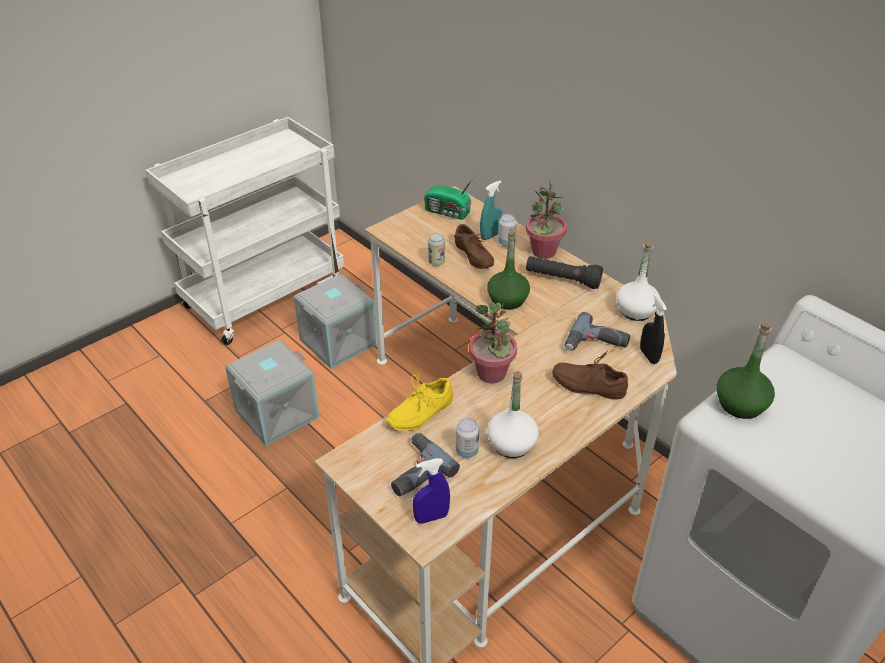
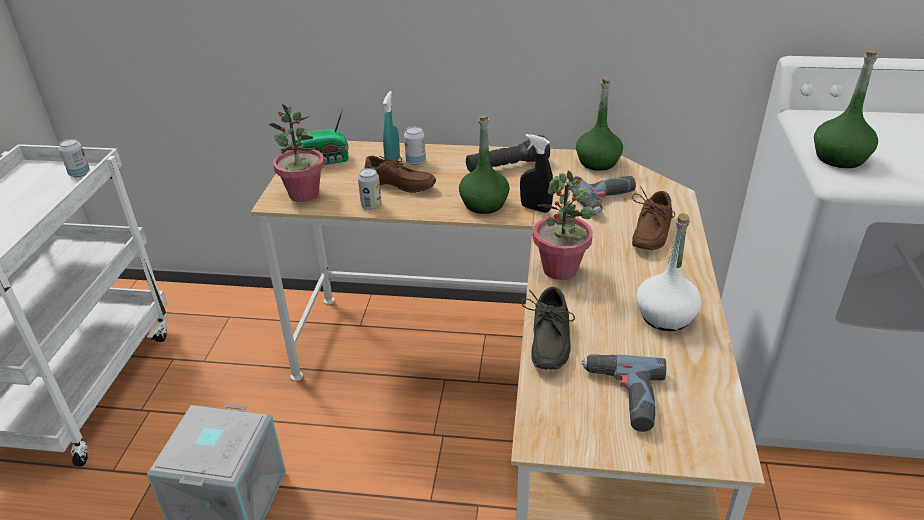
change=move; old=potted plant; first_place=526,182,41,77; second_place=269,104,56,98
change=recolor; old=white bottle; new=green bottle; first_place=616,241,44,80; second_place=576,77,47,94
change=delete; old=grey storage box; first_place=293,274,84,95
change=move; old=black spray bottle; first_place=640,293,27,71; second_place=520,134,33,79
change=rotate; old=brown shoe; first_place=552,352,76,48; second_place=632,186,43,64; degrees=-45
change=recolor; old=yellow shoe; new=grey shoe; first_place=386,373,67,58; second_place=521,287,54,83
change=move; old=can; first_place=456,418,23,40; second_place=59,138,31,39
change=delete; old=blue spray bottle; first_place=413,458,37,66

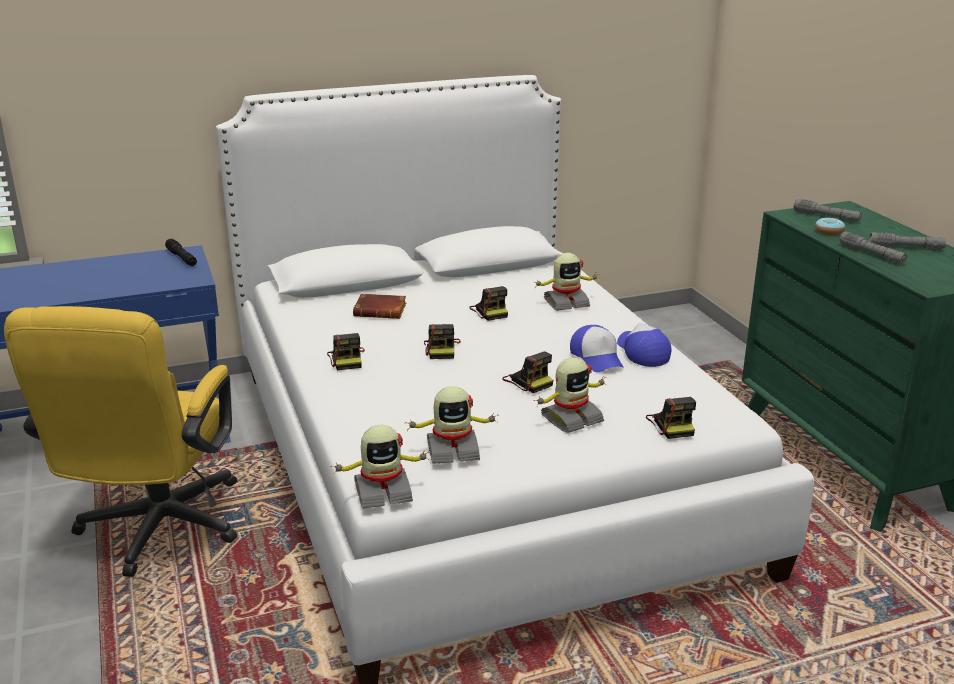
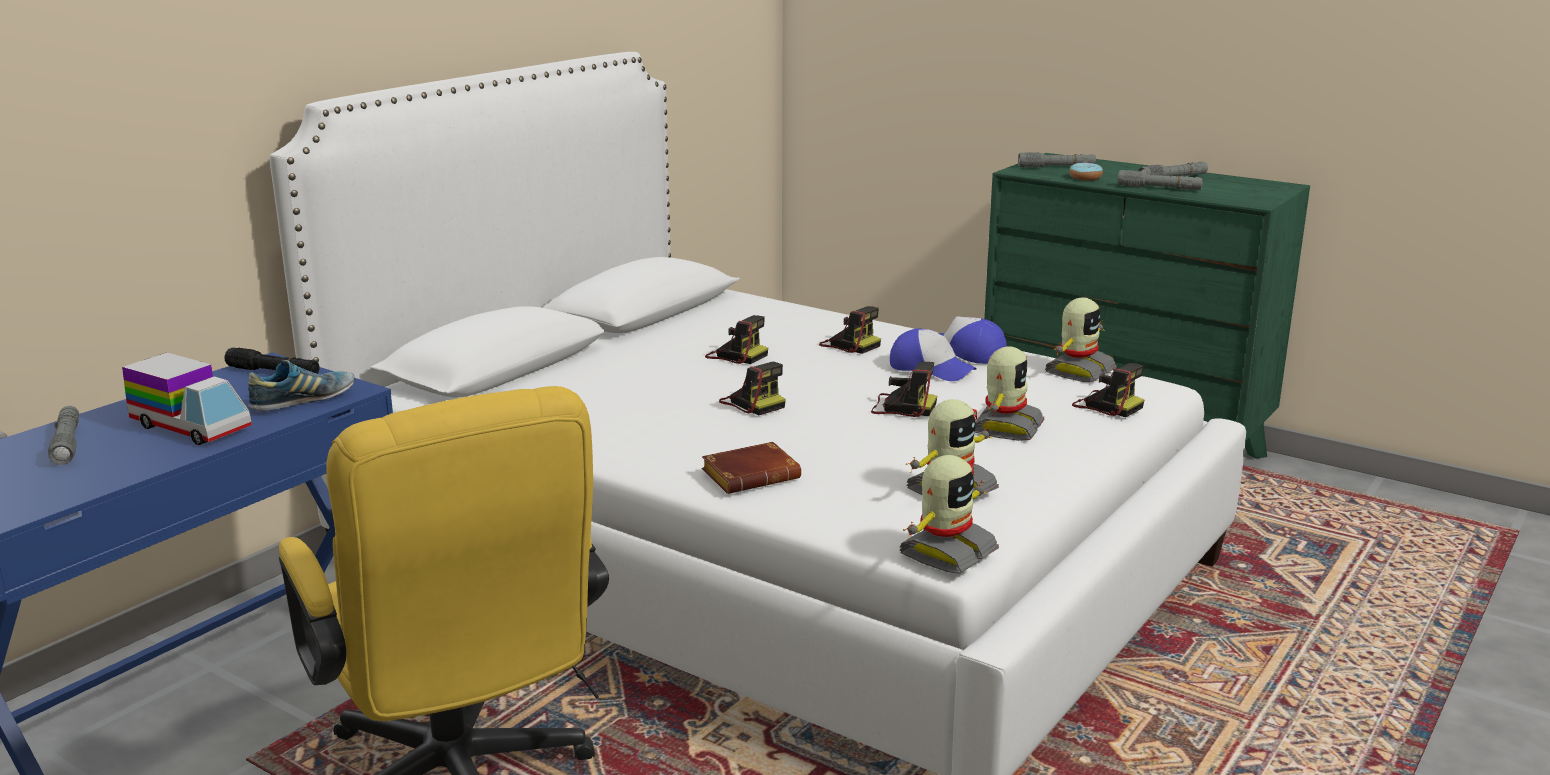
change=move; old=toy robot; first_place=533,253,66,58; second_place=1045,297,72,85
change=move; old=brown book; first_place=353,294,53,25; second_place=702,442,99,52
change=move; old=photo camera; first_place=327,333,38,37; second_place=819,306,62,48
change=insert; new=toy truck; second_place=122,353,130,92
change=insert; new=shoe; second_place=248,360,106,52
change=insert; new=grey flashlight; second_place=48,406,31,59

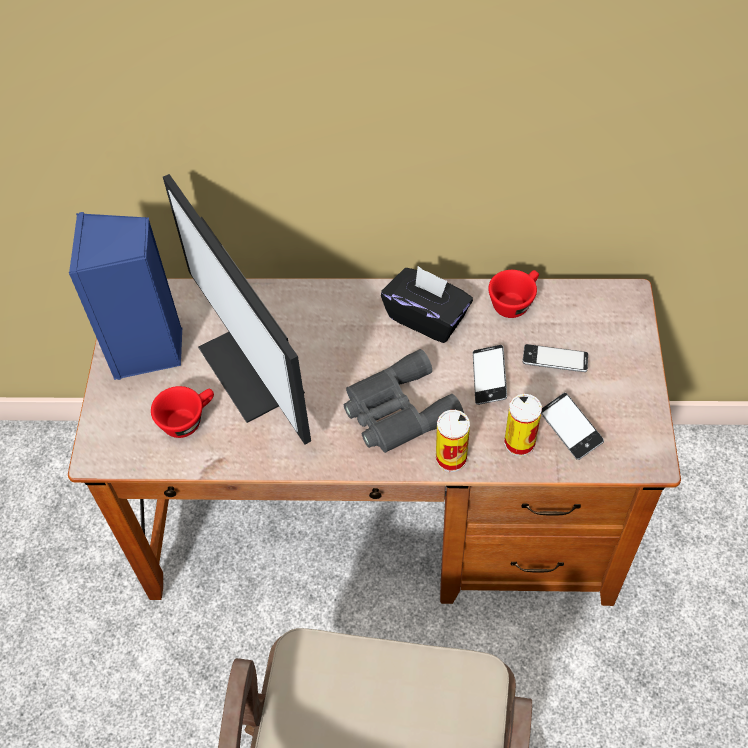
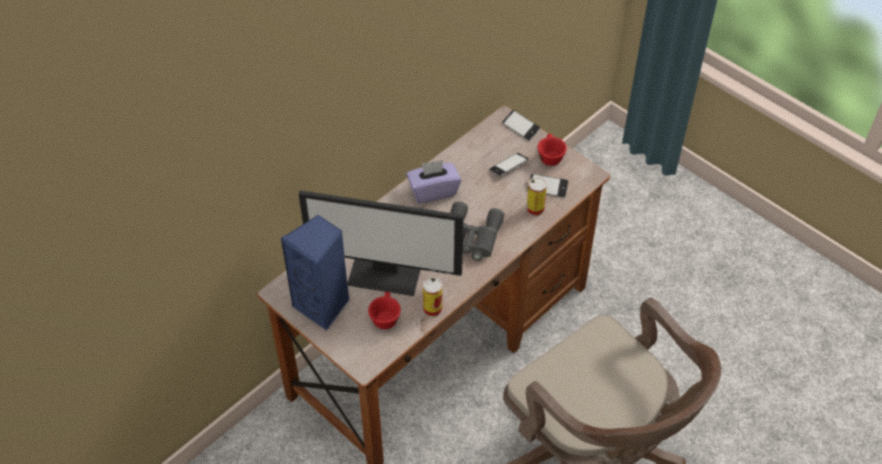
change=recolor; old=black tissue box; new=purple tissue box; first_place=381,266,92,77; second_place=406,160,55,43
change=move; old=red cup; first_place=488,270,51,48; second_place=538,134,29,32
change=move; old=phone; first_place=473,345,34,60; second_place=502,110,38,31
change=move; old=can; first_place=436,410,34,62; second_place=423,277,19,40

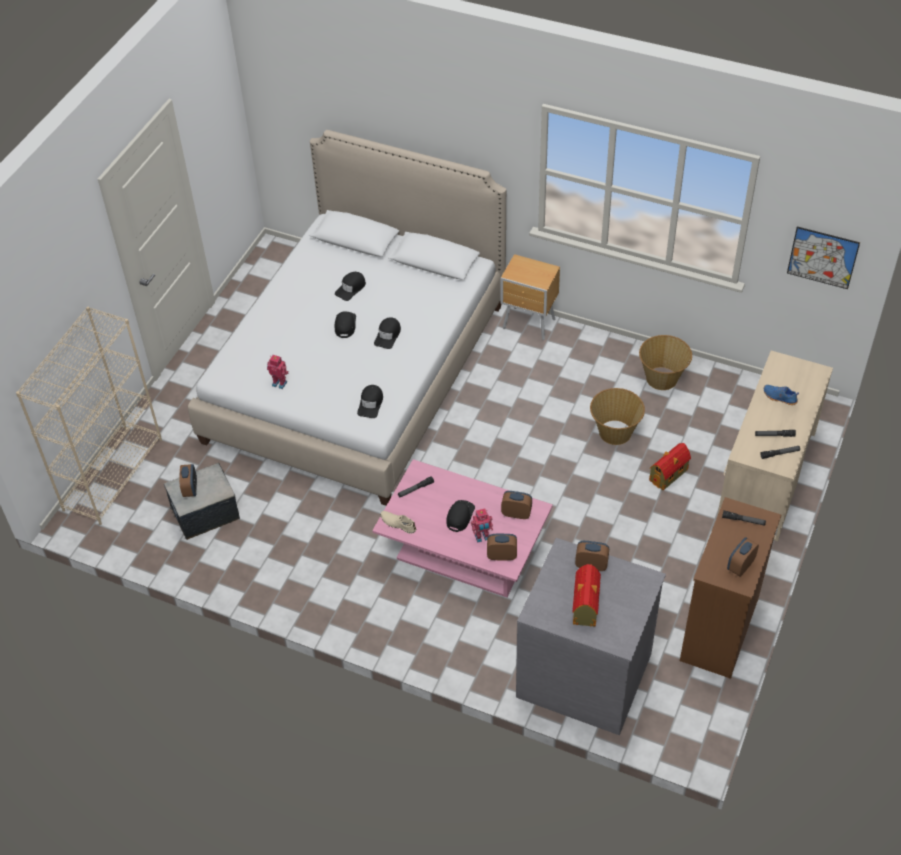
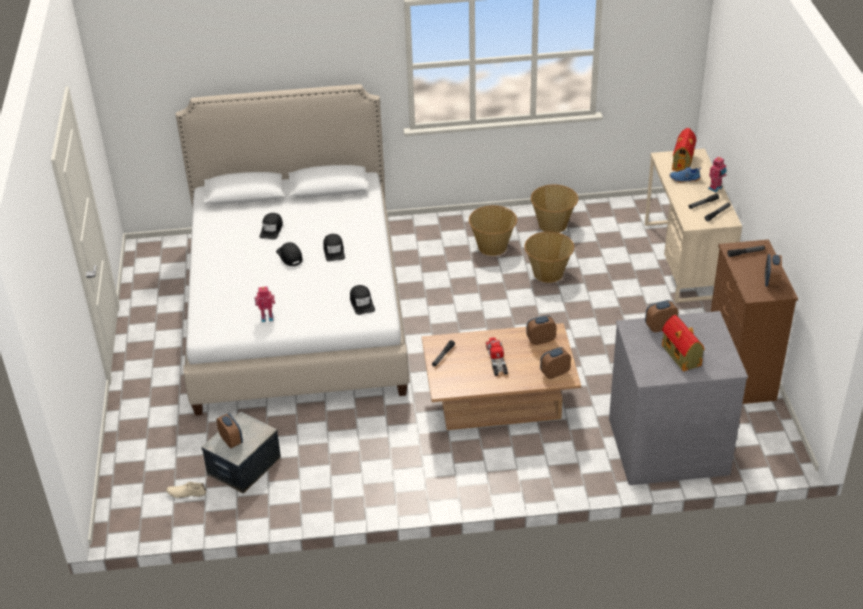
change=delete; old=picture; first_place=787,227,73,62
change=delete; old=brown nightstand; first_place=500,254,60,86
change=delete; old=beige bookcase; first_place=16,307,146,218
change=move; old=toy house; first_place=649,443,42,47; second_place=672,128,24,43
change=recolor; old=pink coffee table; new=brown coffee table; first_place=372,459,181,138; second_place=422,323,159,107
change=replace; old=black cap; new=toy truck; first_place=446,500,29,32; second_place=486,337,22,39
change=move; old=toy robot; first_place=471,508,22,35; second_place=708,157,19,35
change=move; old=beige shoe; first_place=380,511,36,23; second_place=166,482,40,16
change=insert; new=basket; second_place=469,205,48,51

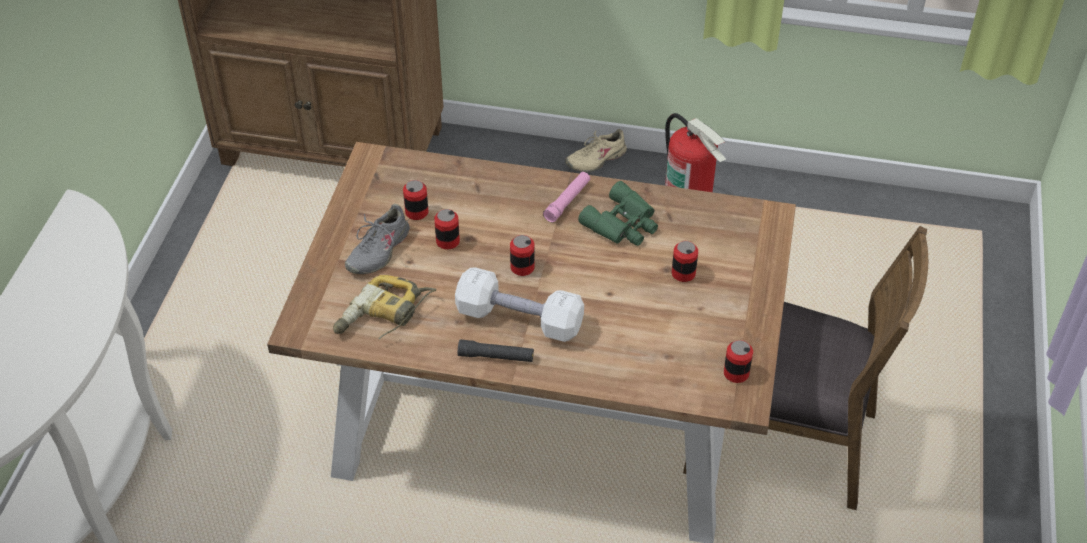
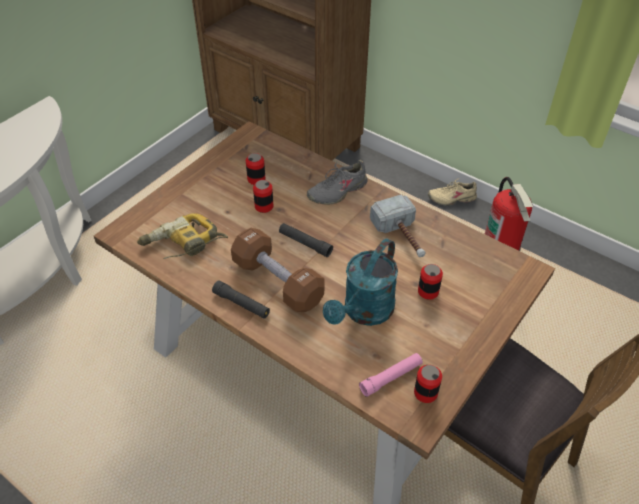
change=move; old=pink flashlight; first_place=543,172,47,50; second_place=359,353,64,44
change=replace; old=green binoculars; new=hammer; first_place=578,181,80,65; second_place=370,195,56,62
change=move; old=grey shoe; first_place=345,204,65,70; second_place=307,160,61,45
change=replace; old=can; new=black flashlight; first_place=510,235,25,41; second_place=279,223,54,34
change=recolor; old=white dumbbell; new=brown dumbbell; first_place=455,268,129,74; second_place=231,228,94,84
change=insert; new=turquoise watering can; second_place=323,239,75,87

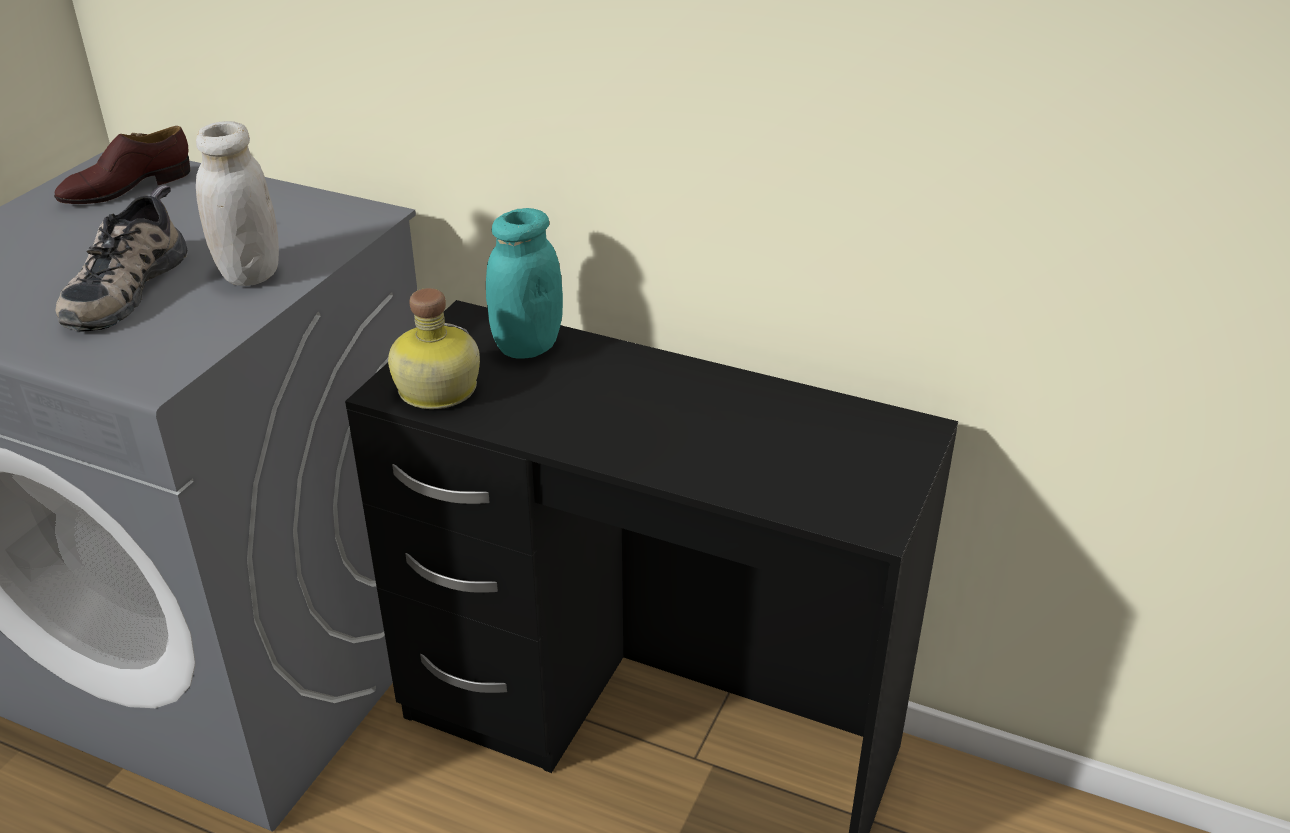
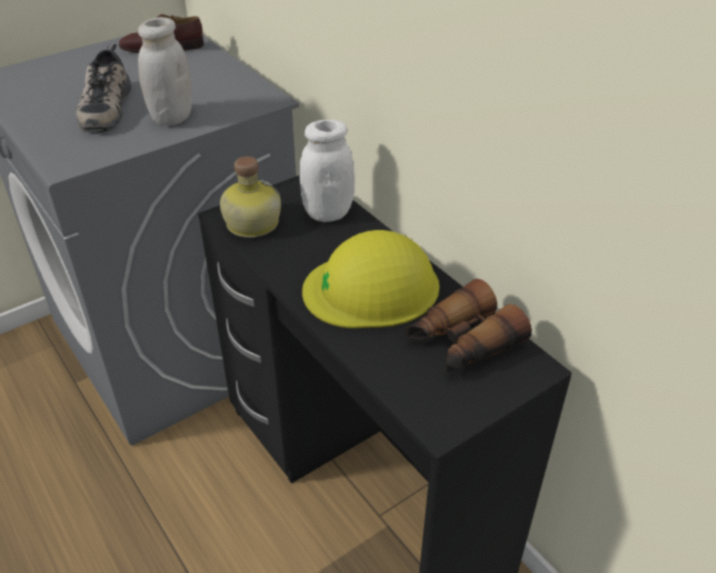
change=rotate; old=shoe; first_place=56,185,132,146; second_place=76,43,56,90; degrees=-45
change=recolor; old=turquoise jar; new=white jar; first_place=486,208,77,151; second_place=299,119,56,103
change=insert; new=yellow hard hat; second_place=302,230,138,98
change=insert; new=binoculars; second_place=406,279,126,94

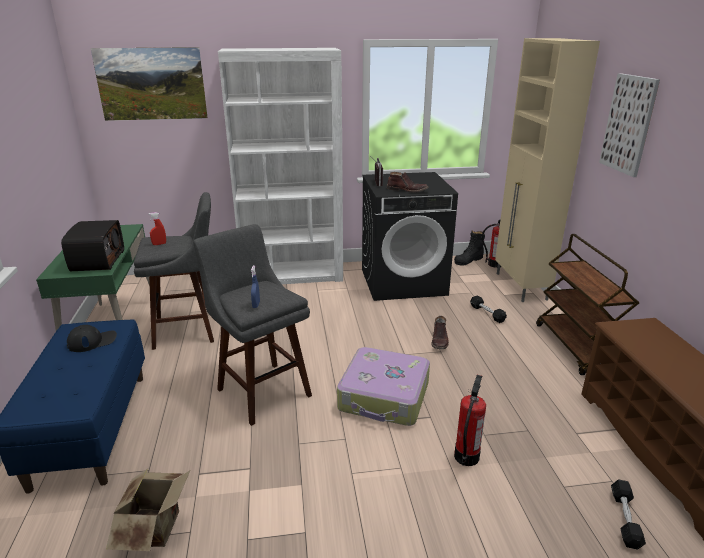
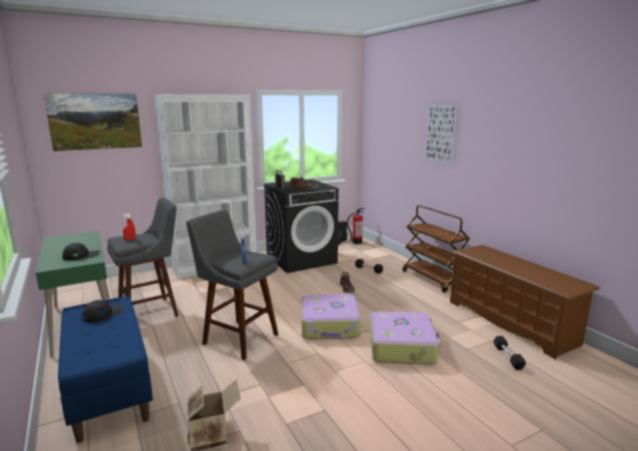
change=delete; old=beige cabinet; first_place=495,38,105,264
change=replace; old=radio; new=black cap; first_place=61,220,63,51; second_place=62,243,38,18
change=replace; old=fire extinguisher; new=suitcase; first_place=454,375,32,91; second_place=370,312,71,53

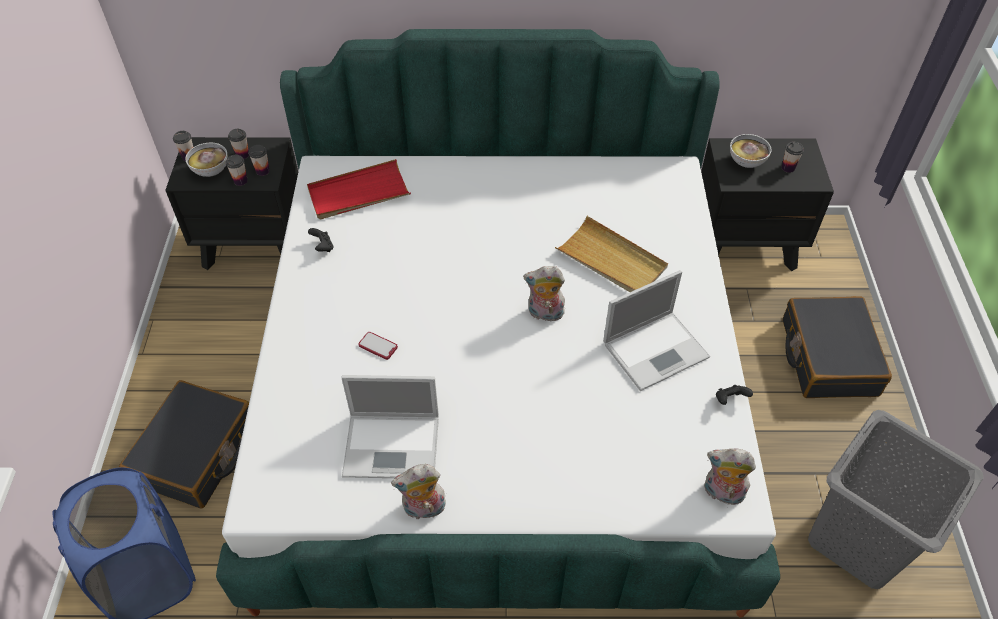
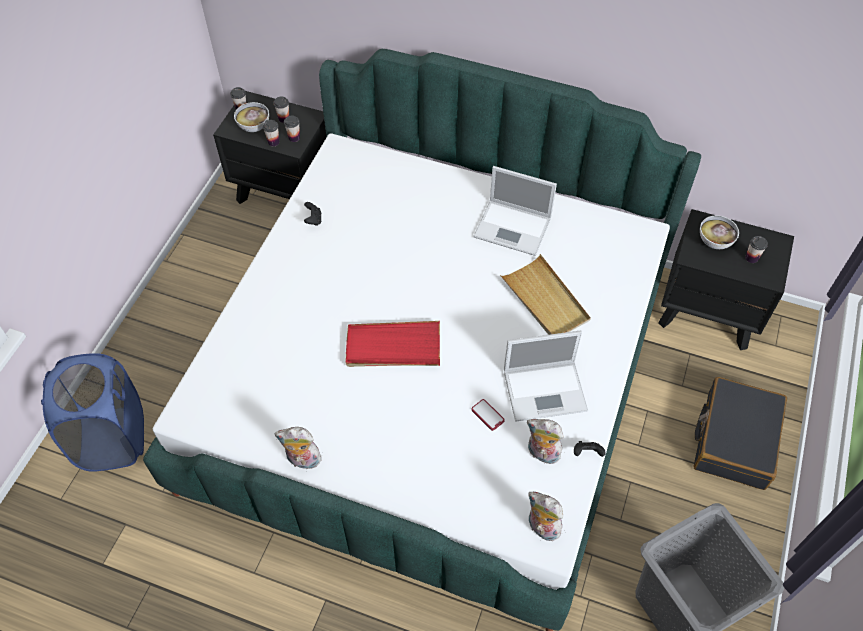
change=move; old=red tray; first_place=307,159,104,60; second_place=345,321,95,46
change=move; old=plush toy; first_place=523,266,43,55; second_place=527,419,37,45
change=move; old=phone; first_place=358,332,40,28; second_place=471,399,34,32
change=move; old=laptop; first_place=341,375,98,103; second_place=473,166,84,90
change=delete; old=black suitcase; first_place=119,380,130,129

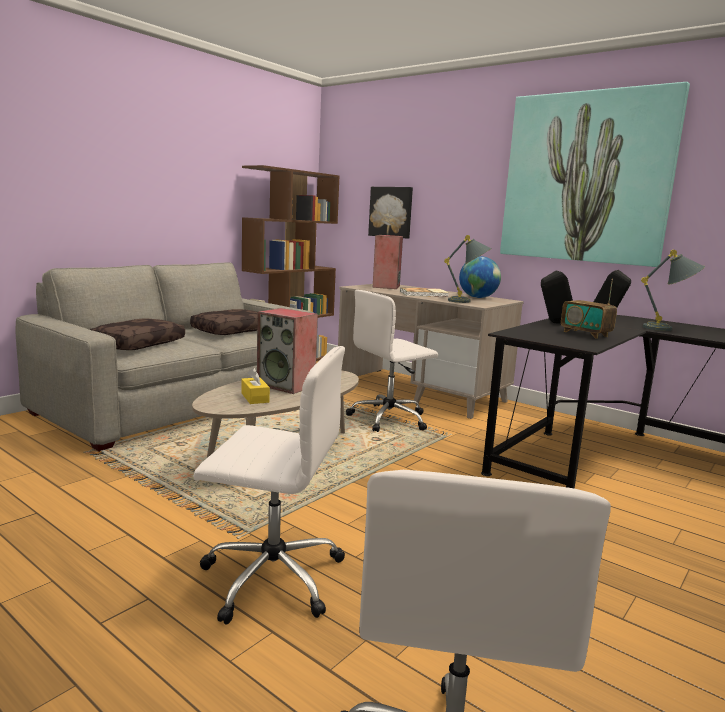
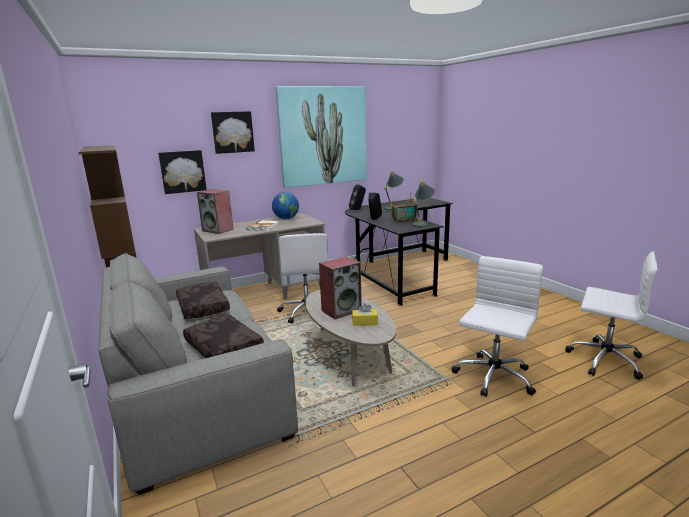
change=move; old=grey table lamp; first_place=444,235,48,68; second_place=412,181,23,46
change=insert; new=picture; second_place=211,111,44,43

